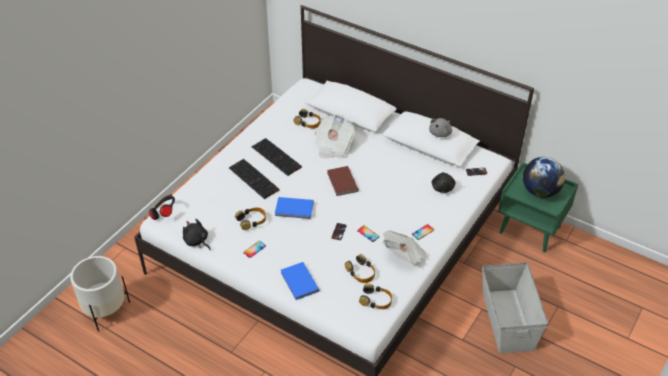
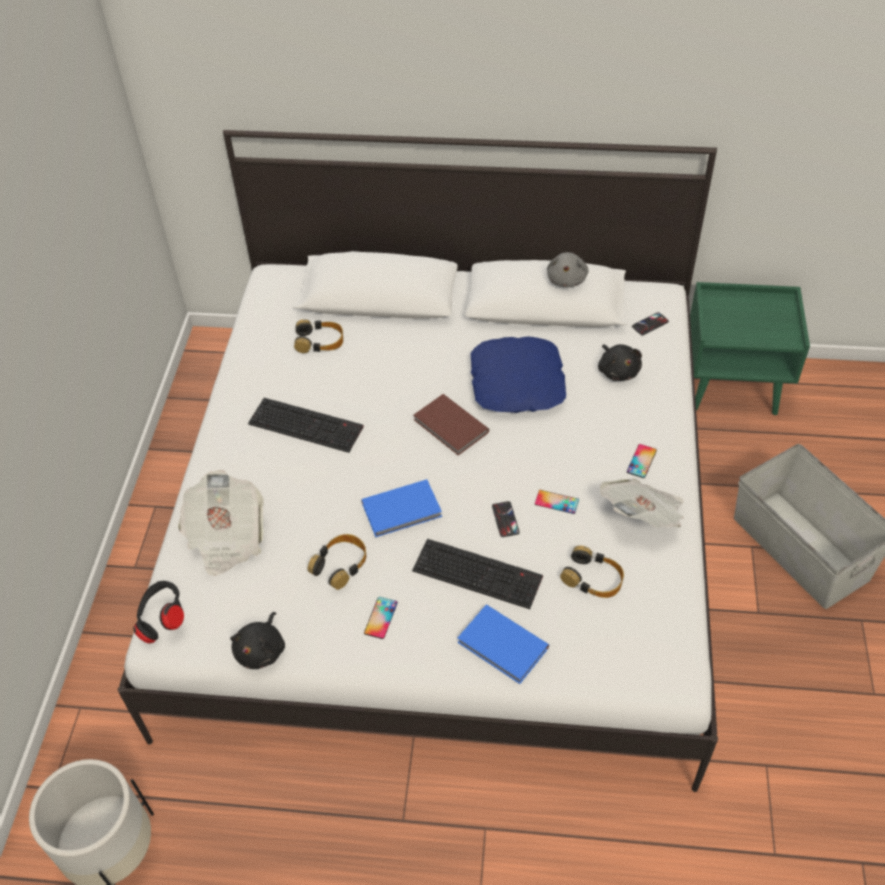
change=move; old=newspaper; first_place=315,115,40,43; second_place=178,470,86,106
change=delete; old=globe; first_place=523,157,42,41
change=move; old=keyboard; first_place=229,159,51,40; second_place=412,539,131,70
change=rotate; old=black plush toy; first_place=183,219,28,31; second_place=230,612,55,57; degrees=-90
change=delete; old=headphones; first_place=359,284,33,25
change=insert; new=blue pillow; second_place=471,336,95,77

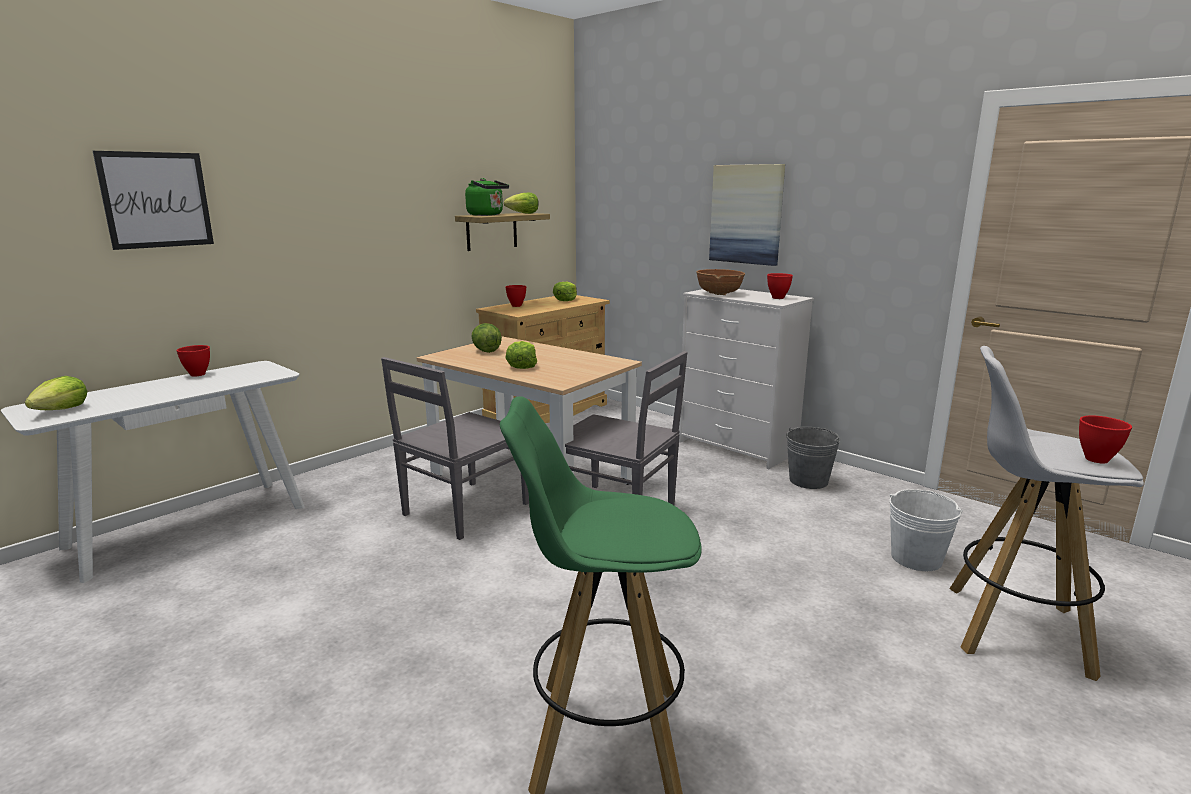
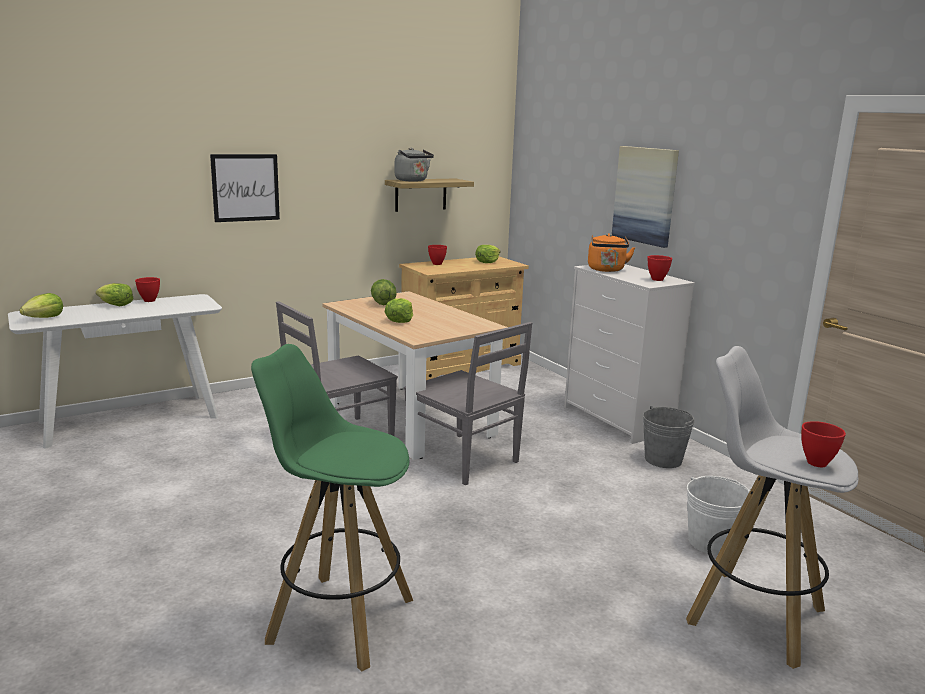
change=move; old=picture; first_place=93,151,121,99; second_place=210,154,70,68
change=recolor; old=green kettle; new=grey kettle; first_place=465,178,44,38; second_place=395,147,39,35
change=move; old=lettuce; first_place=504,193,35,21; second_place=96,283,37,23
change=replace; old=brown bowl; new=orange kettle; first_place=697,269,48,26; second_place=588,233,47,39

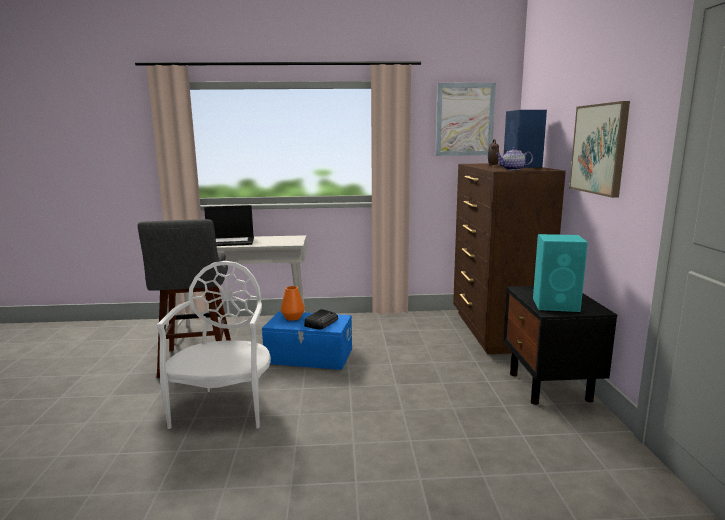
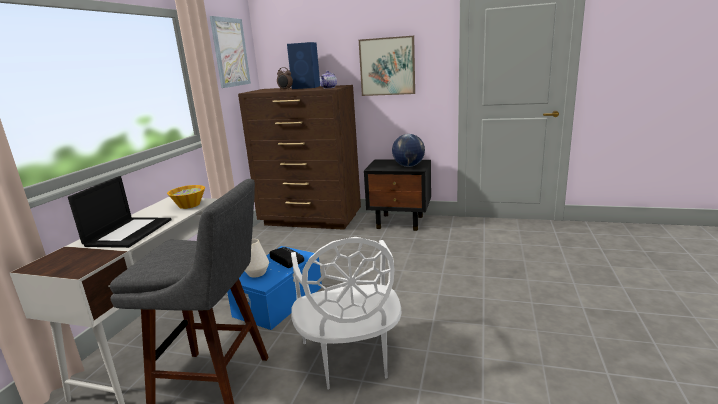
change=replace; old=turquoise speaker; new=globe; first_place=533,234,55,78; second_place=392,134,33,33
change=rotate; old=white chair; first_place=157,261,114,168; second_place=291,237,110,152; degrees=-120
change=recolor; old=orange vase; new=white vase; first_place=281,286,24,35; second_place=245,239,24,39
change=insert; new=bowl; second_place=167,185,38,24

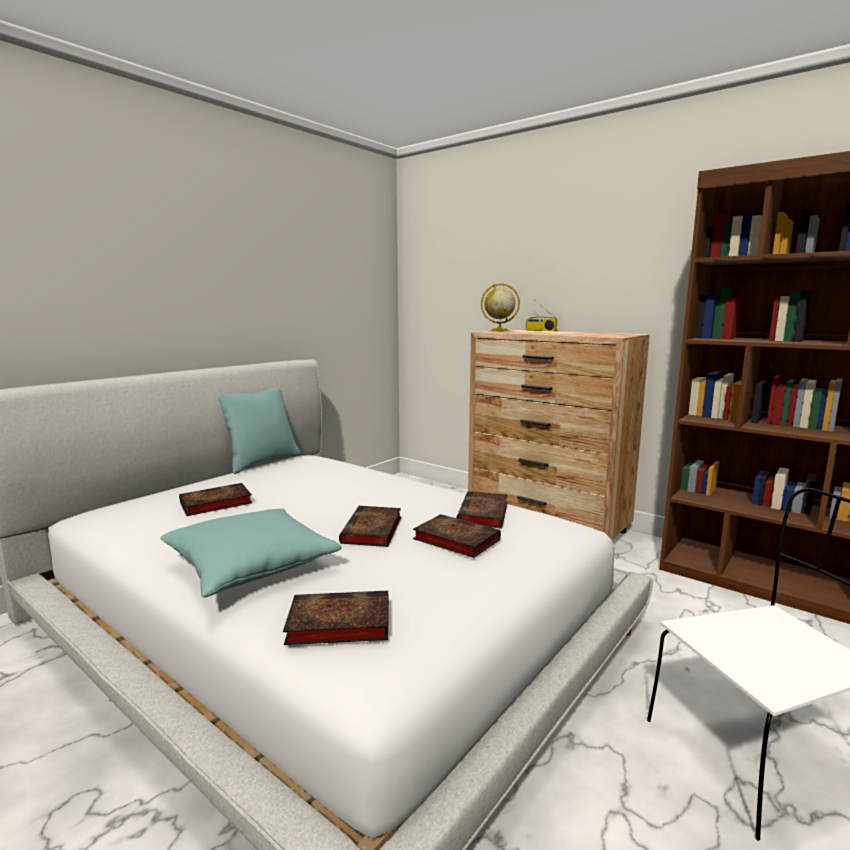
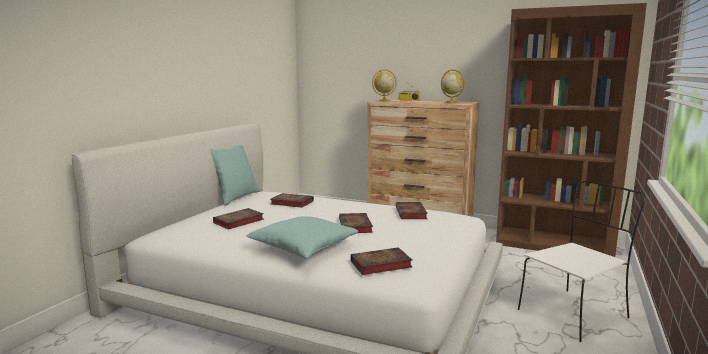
change=move; old=book; first_place=413,514,88,44; second_place=270,193,44,15
change=insert; new=globe; second_place=441,69,24,34

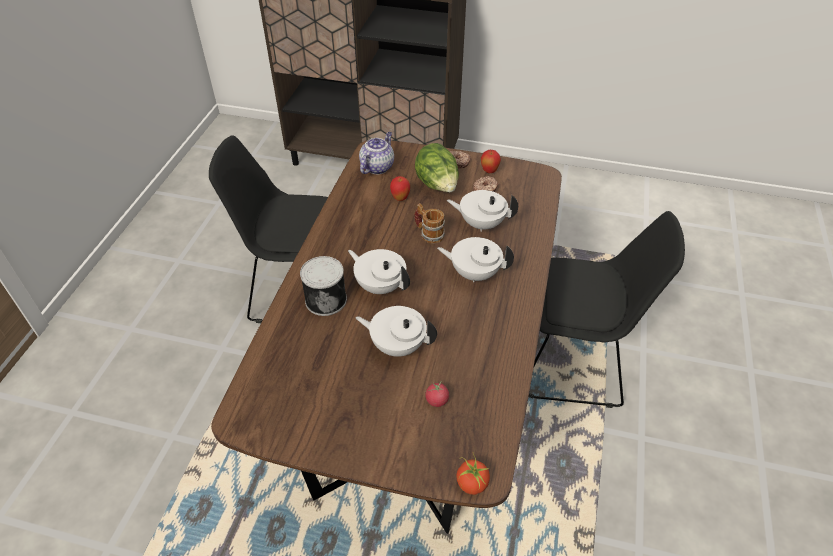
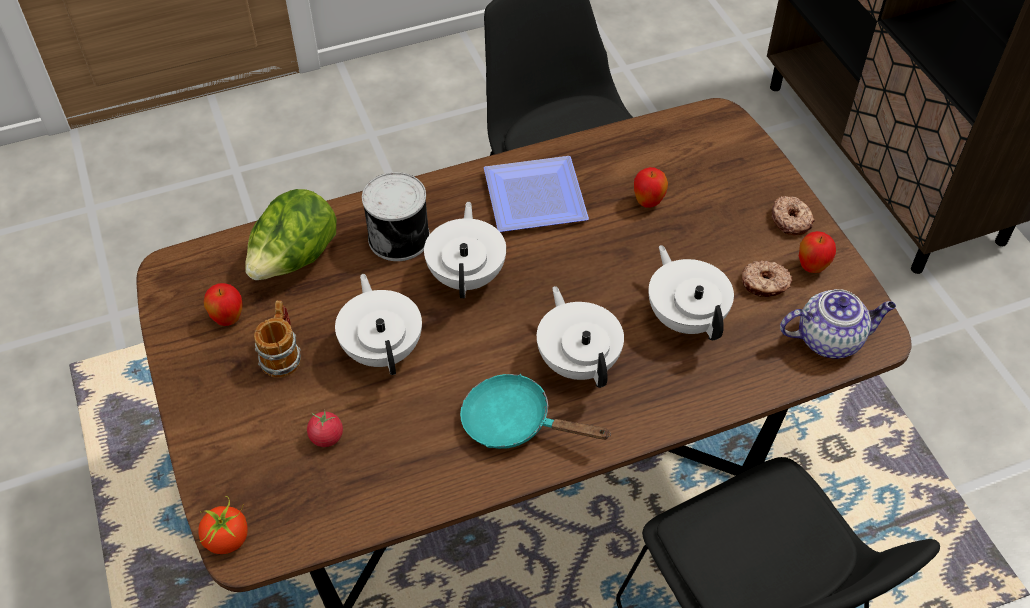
change=move; old=teapot; first_place=359,132,35,42; second_place=780,289,116,70
change=move; old=lettuce; first_place=415,143,44,49; second_place=245,189,92,91
change=move; old=mug; first_place=414,203,31,41; second_place=254,300,47,78
change=insert; new=plate; second_place=484,156,105,76
change=insert; new=apple; second_place=204,283,39,43
change=insert; new=turquoise frying pan; second_place=460,374,151,75

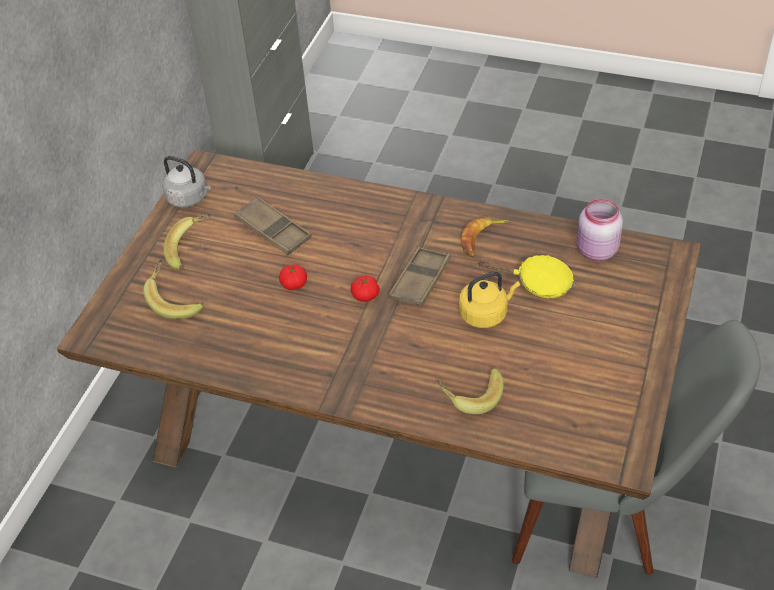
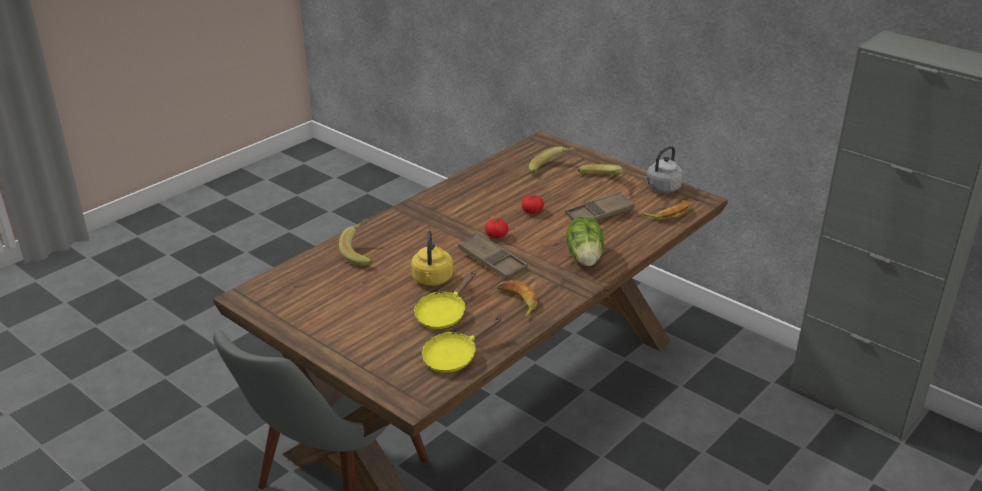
change=replace; old=pink jar; new=yellow frying pan; first_place=577,199,46,62; second_place=422,316,80,57
change=insert; new=banana; second_place=642,200,48,20
change=insert; new=lettuce; second_place=566,216,38,50

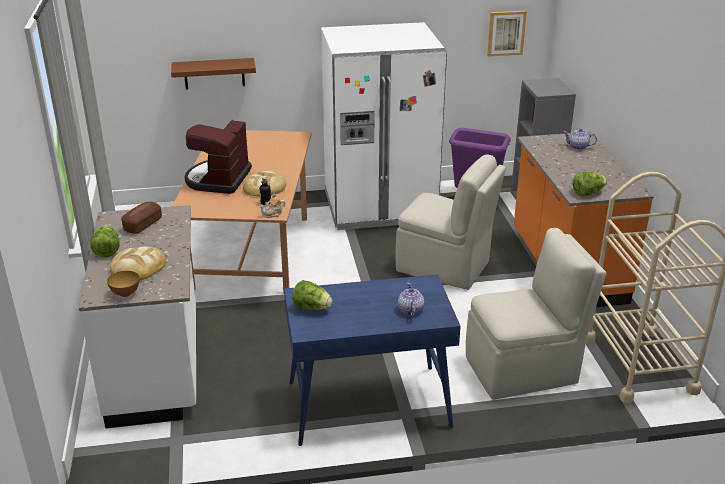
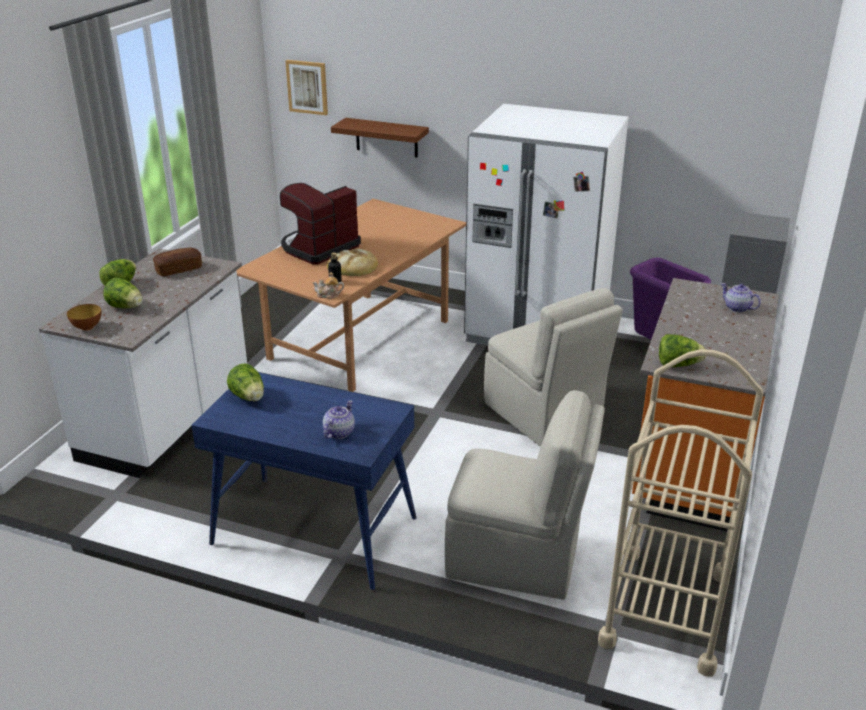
change=move; old=picture; first_place=487,11,40,46; second_place=285,60,43,55
change=replace; old=bread; new=lettuce; first_place=110,247,56,33; second_place=104,277,39,31

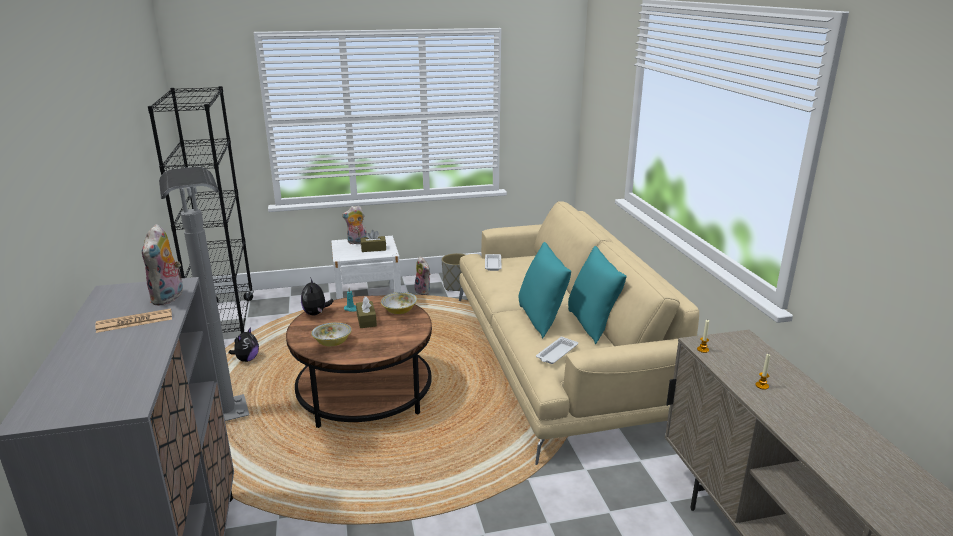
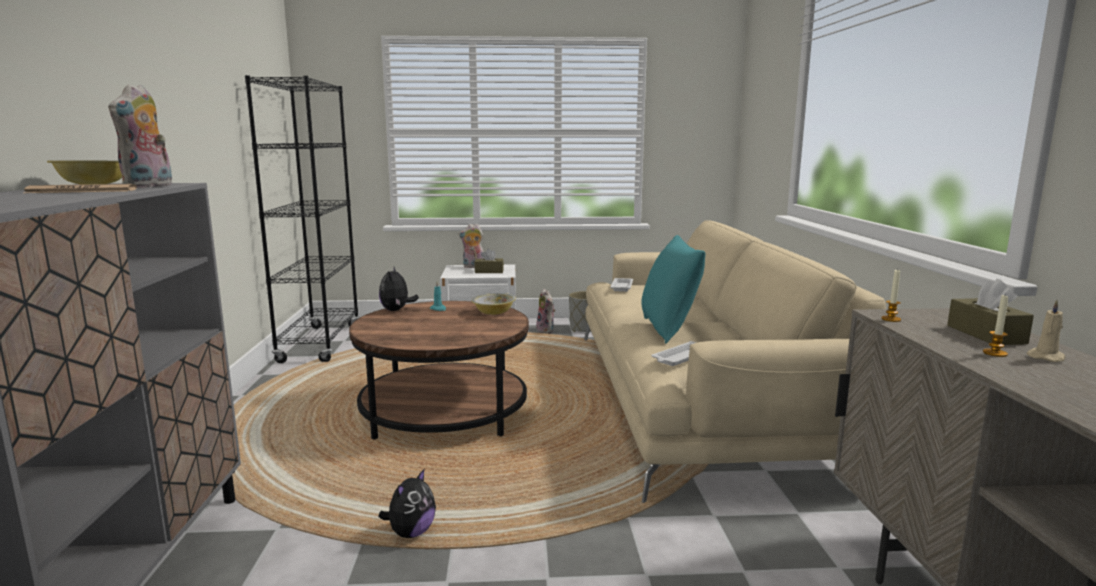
change=delete; old=grey floor lamp; first_place=159,167,90,254
change=delete; old=turquoise pillow; first_place=568,246,59,98
change=move; old=brown tissue box; first_place=356,296,21,32; second_place=947,279,87,66
change=move; old=bowl; first_place=311,322,41,24; second_place=47,161,75,24
change=move; old=plush toy; first_place=229,327,30,35; second_place=378,468,58,70
change=insert; new=beige candle; second_place=1027,300,38,62

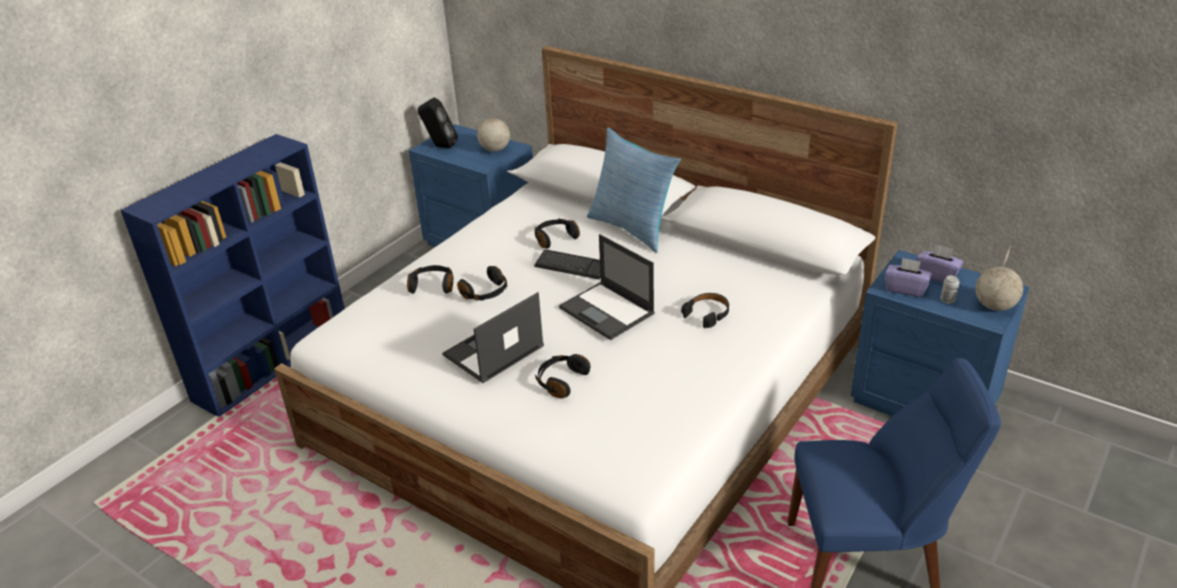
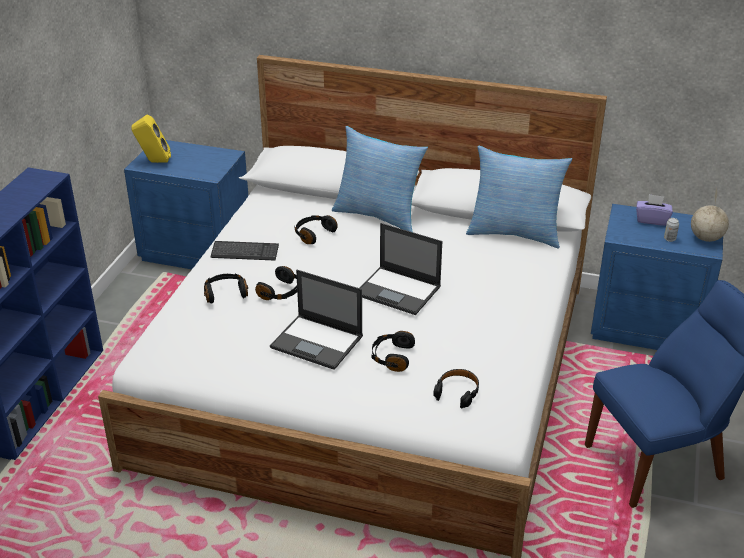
change=recolor; old=black speaker; new=yellow speaker; first_place=418,98,40,50; second_place=131,115,40,48
change=delete; old=globe; first_place=477,101,33,51
change=move; old=keyboard; first_place=534,249,67,31; second_place=211,241,68,20
change=delete; old=purple tissue box; first_place=885,258,46,39
change=rotate; old=laptop; first_place=442,292,102,91; second_place=270,270,93,100; degrees=-90
change=move; old=black headphones; first_place=681,293,48,35; second_place=433,369,46,39
change=insert; new=pillow; second_place=466,146,106,102

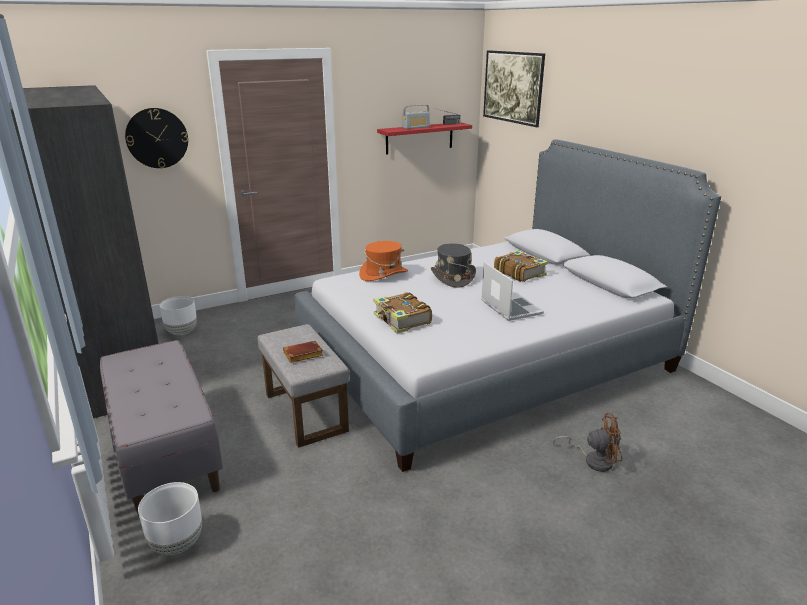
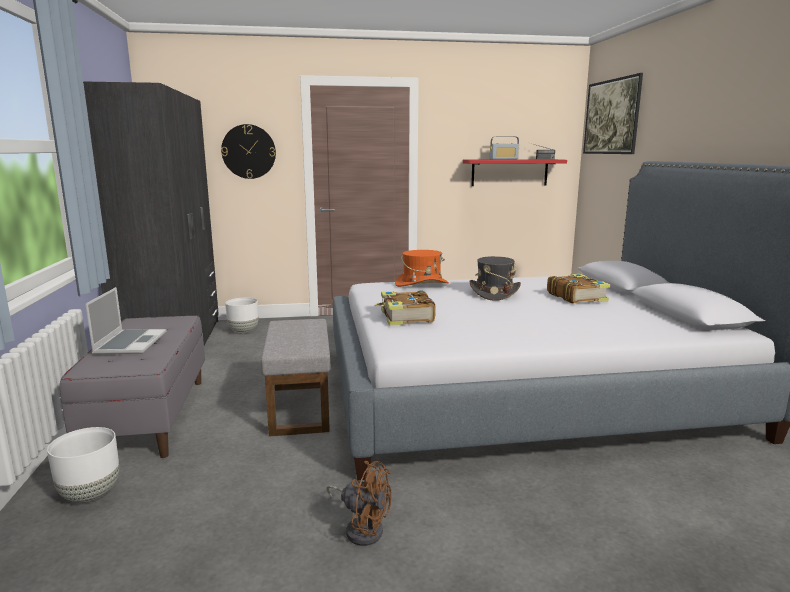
change=move; old=laptop; first_place=481,262,63,59; second_place=85,287,81,67
change=delete; old=brown book; first_place=283,341,40,22
change=move; old=brown fan; first_place=553,413,70,59; second_place=327,461,64,85

